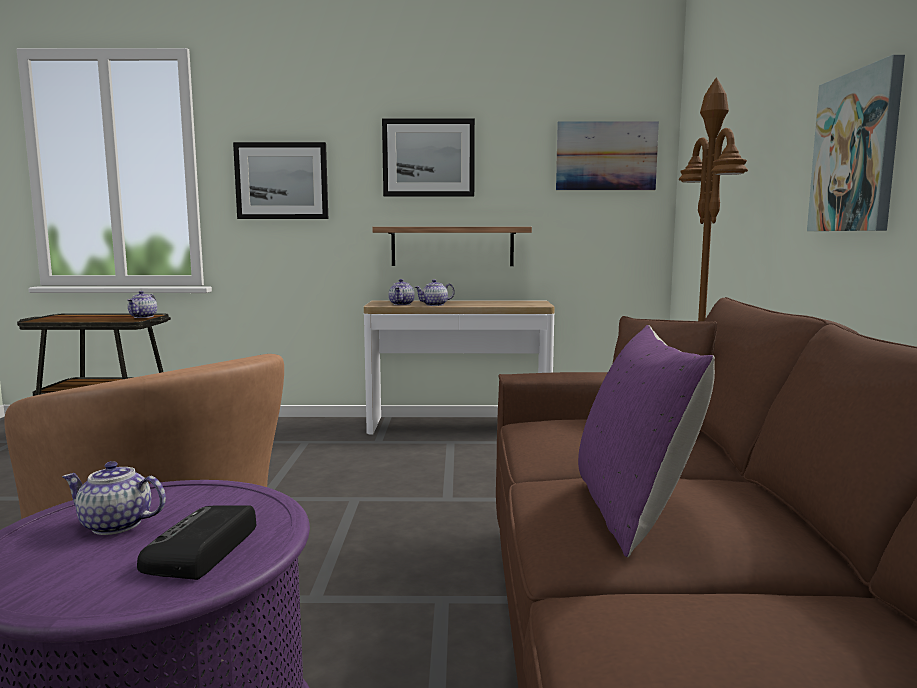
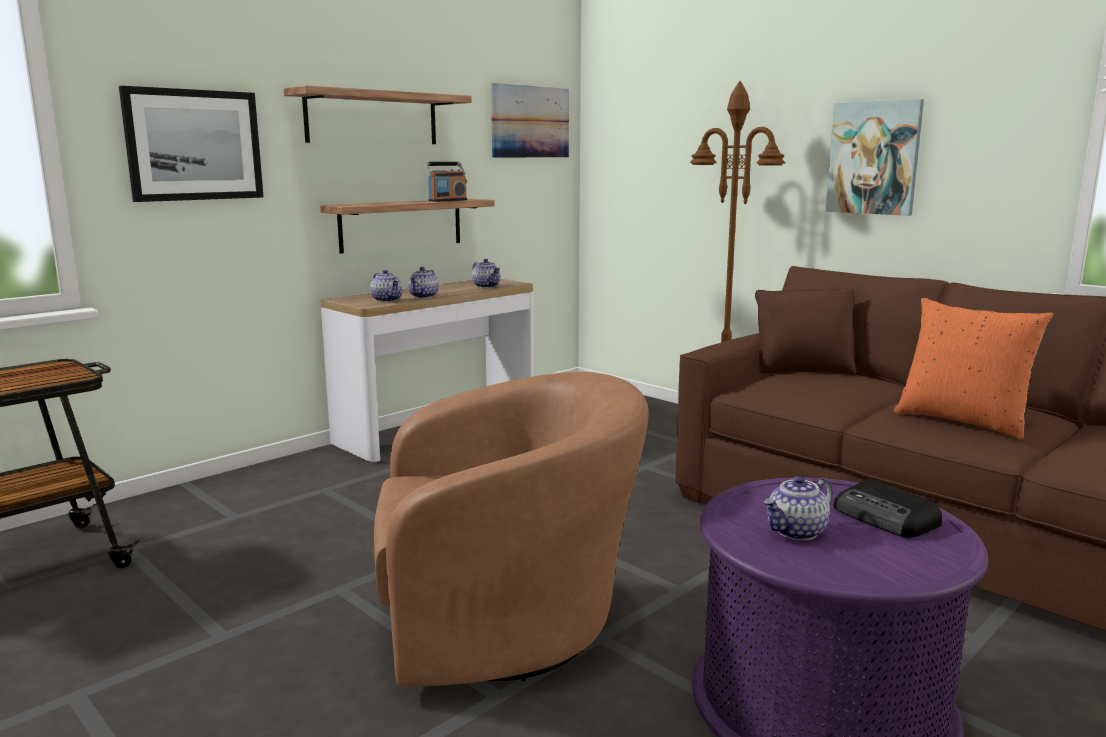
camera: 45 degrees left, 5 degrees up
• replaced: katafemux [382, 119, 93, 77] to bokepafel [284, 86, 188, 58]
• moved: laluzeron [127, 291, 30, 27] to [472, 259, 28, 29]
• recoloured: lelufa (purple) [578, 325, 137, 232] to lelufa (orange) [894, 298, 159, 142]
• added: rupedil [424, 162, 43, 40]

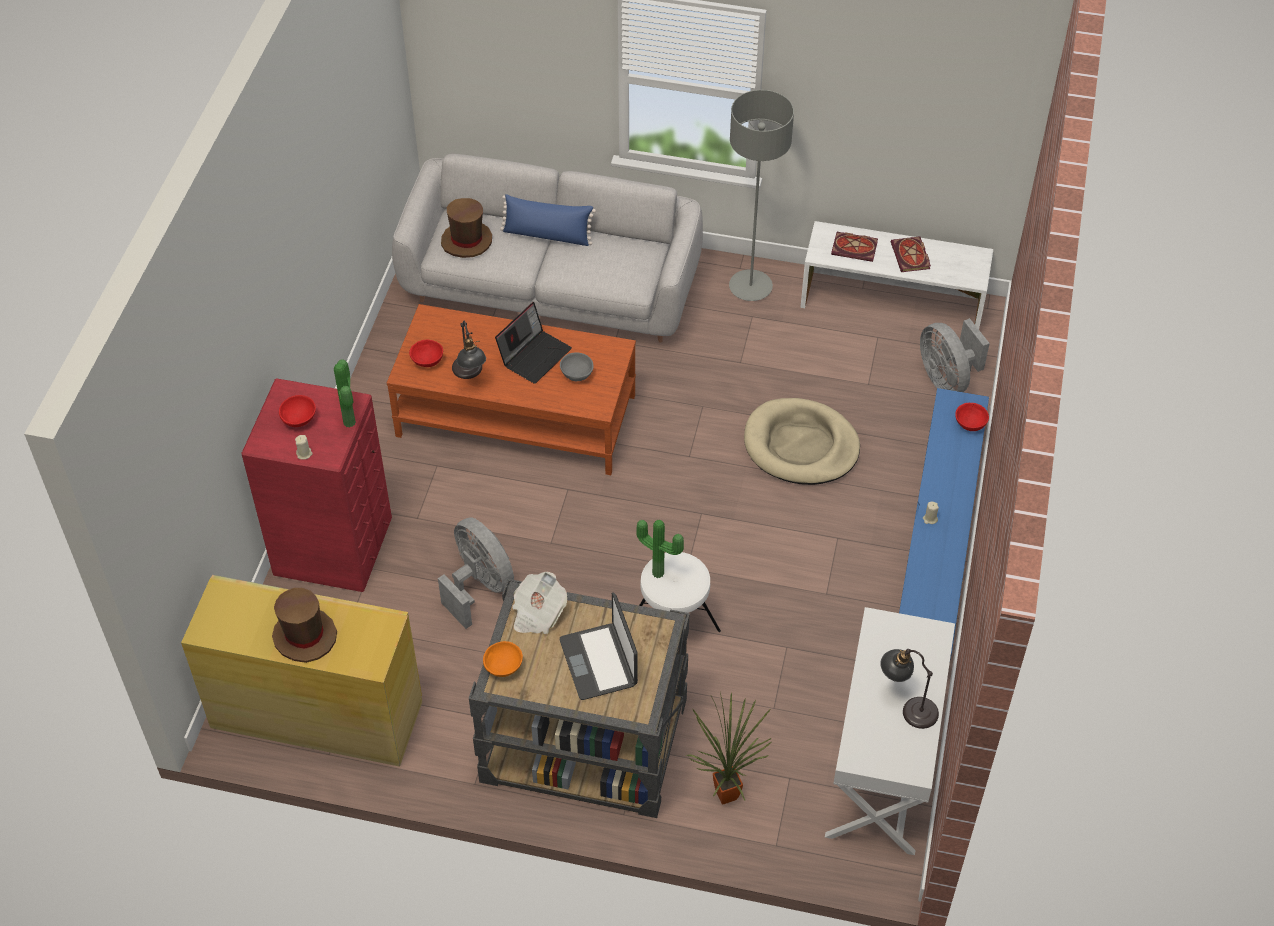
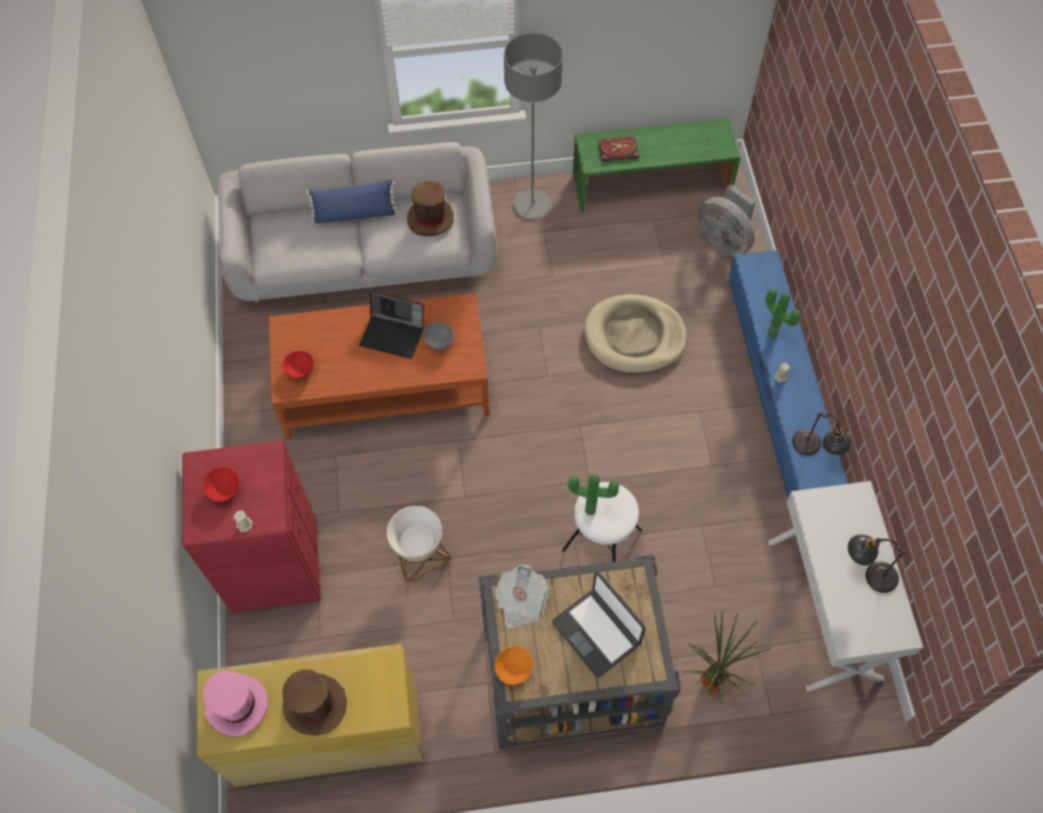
camera: 20 degrees left, 10 degrees up
• moved: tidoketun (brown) [441, 198, 51, 60] to [407, 181, 47, 55]
• recoloured: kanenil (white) [800, 221, 193, 108] to kanenil (green) [573, 118, 168, 94]
• removed: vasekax [891, 236, 40, 36]
• turned: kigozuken [495, 302, 77, 82] = [359, 291, 65, 68] 90 degrees clockwise
• moved: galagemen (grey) [452, 321, 34, 58] to [792, 412, 59, 43]
• moved: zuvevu [334, 360, 22, 68] to [766, 288, 35, 51]
• removed: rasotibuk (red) [955, 403, 34, 28]
• replaced: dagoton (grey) [438, 517, 76, 112] to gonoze [387, 506, 64, 76]
• added: tidoketun (pink) [203, 671, 65, 66]

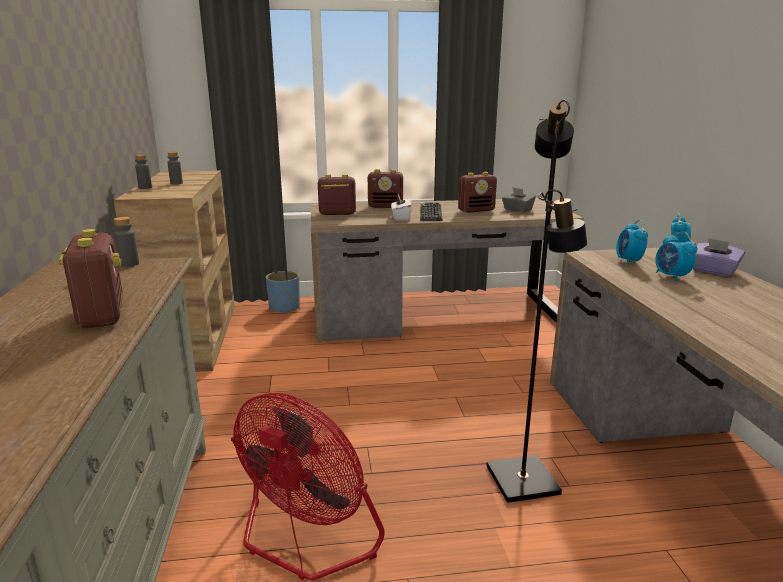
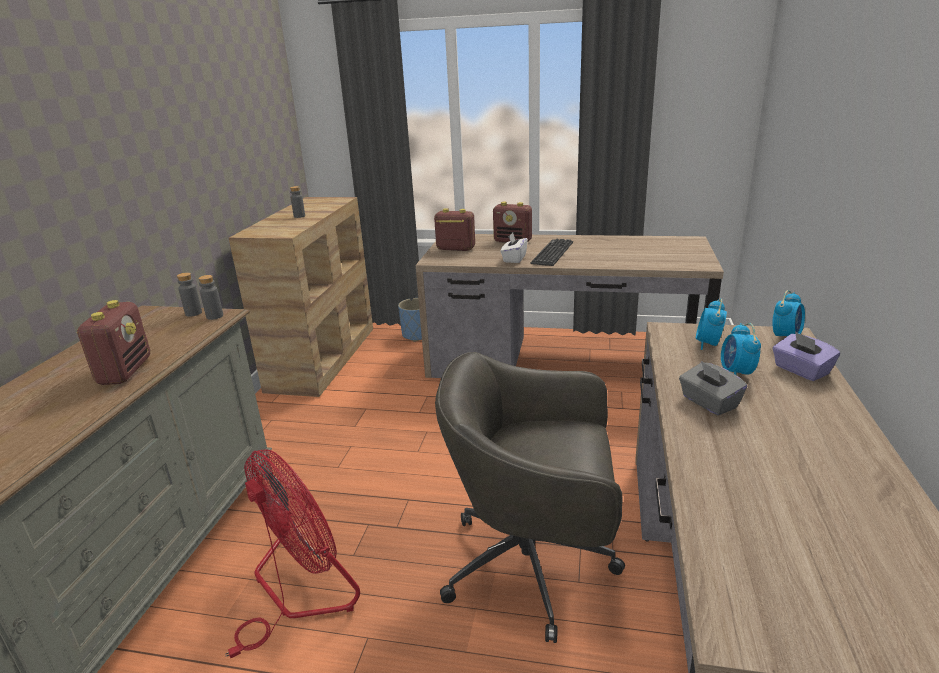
camera: 20 degrees right, 5 degrees up
• replaced: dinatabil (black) [486, 100, 101, 403] to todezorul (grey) [435, 352, 190, 291]
• moved: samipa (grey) [135, 155, 17, 34] to [198, 275, 25, 45]
• removed: rupedil [458, 172, 39, 41]
• moved: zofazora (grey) [502, 187, 34, 25] to [679, 361, 68, 54]

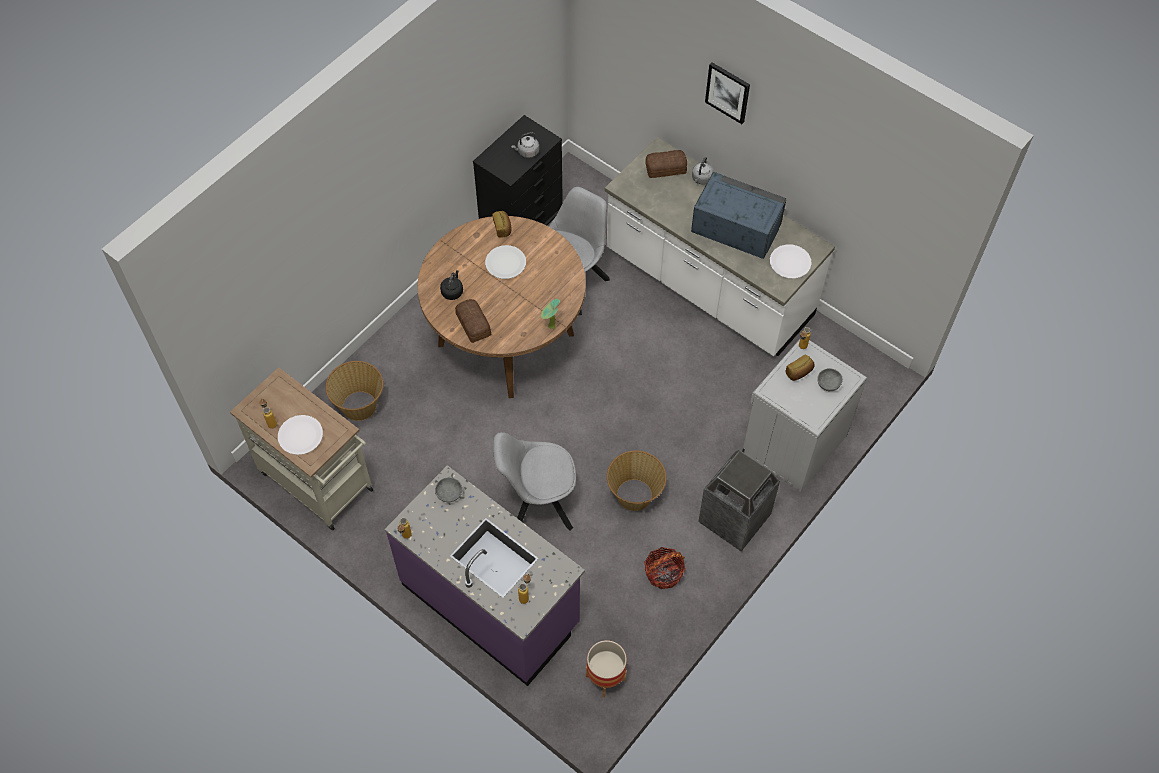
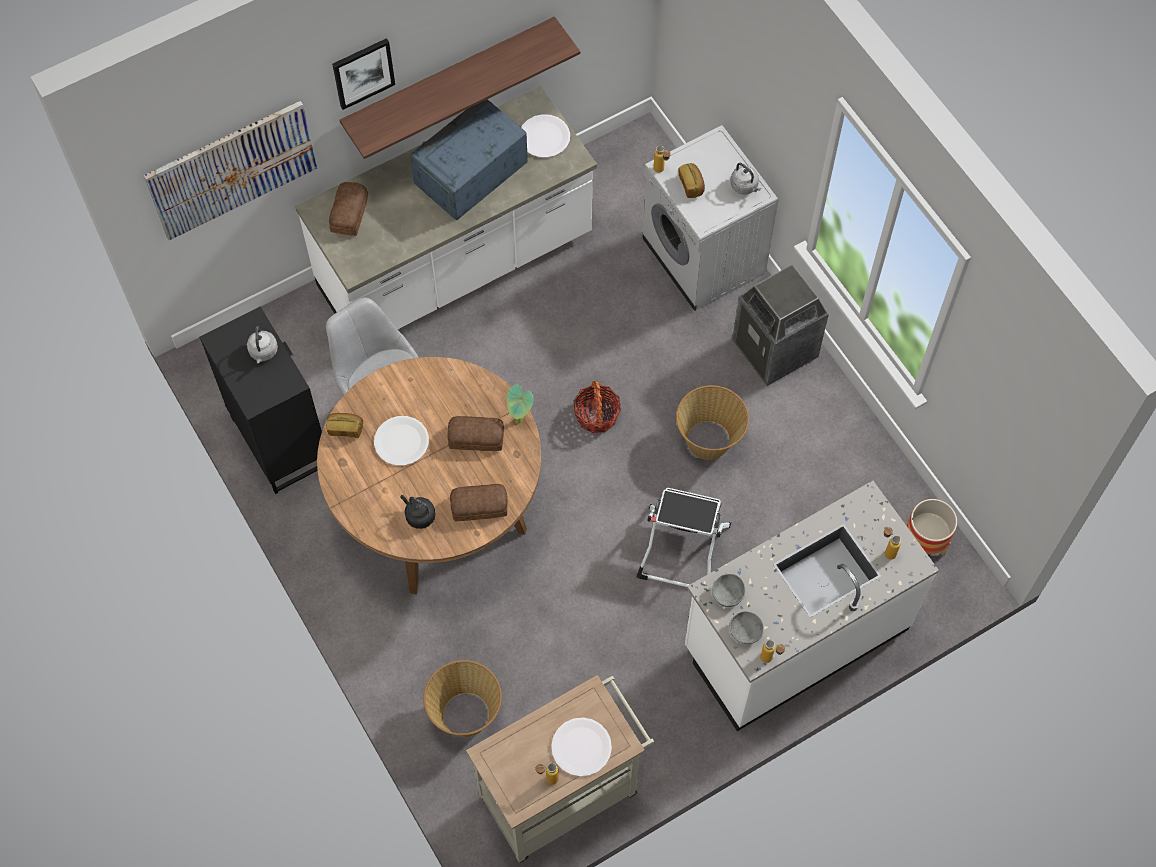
camera: 70 degrees left, 5 degrees up
• moved: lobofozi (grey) [692, 157, 22, 27] to [730, 163, 31, 32]
• moved: rasotibuk (grey) [817, 368, 26, 23] to [729, 611, 35, 33]
• replaced: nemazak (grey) [493, 432, 83, 98] to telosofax [636, 488, 95, 99]
• recoloured: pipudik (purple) [385, 465, 200, 221] to pipudik (white) [685, 481, 254, 250]
• moved: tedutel [644, 547, 41, 42] to [573, 381, 48, 52]
• added: bokepafel [340, 17, 240, 142]
• added: katafemux [144, 101, 173, 139]
• added: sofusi [447, 416, 57, 35]

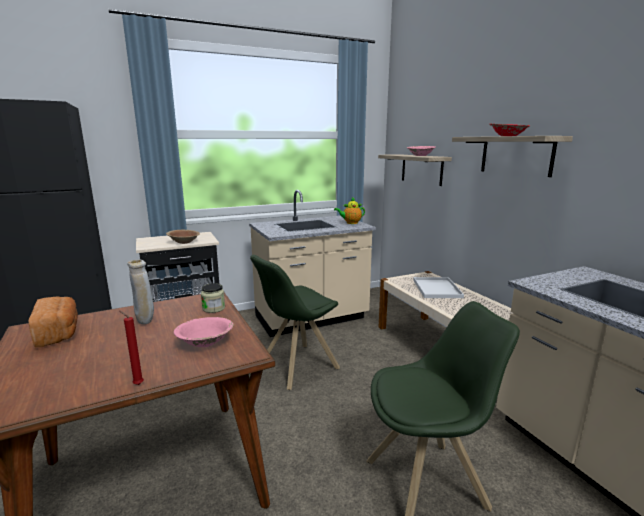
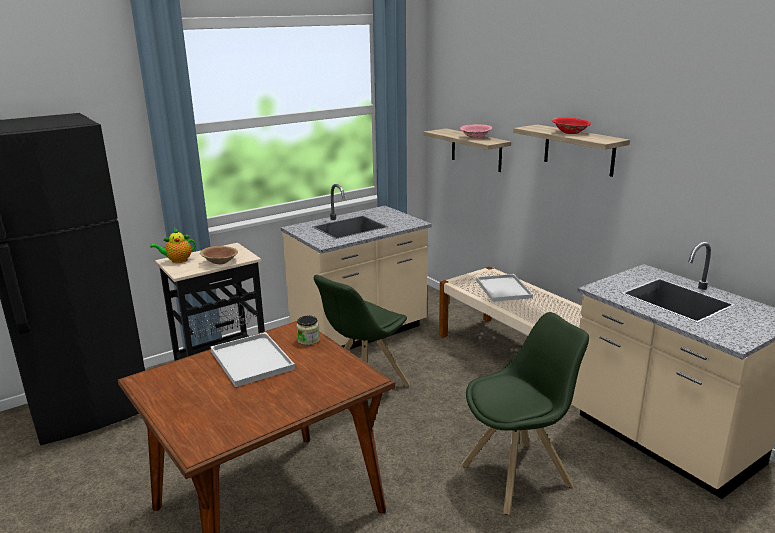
camera: 10 degrees left, 5 degrees up
• moved: laluzeron [334, 197, 31, 27] to [150, 228, 46, 35]
• replaced: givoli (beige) [127, 259, 27, 65] to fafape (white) [211, 332, 84, 55]
• removed: sofusi [28, 296, 50, 51]
• removed: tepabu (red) [119, 310, 25, 75]
• removed: rasotibuk (pink) [174, 317, 60, 30]

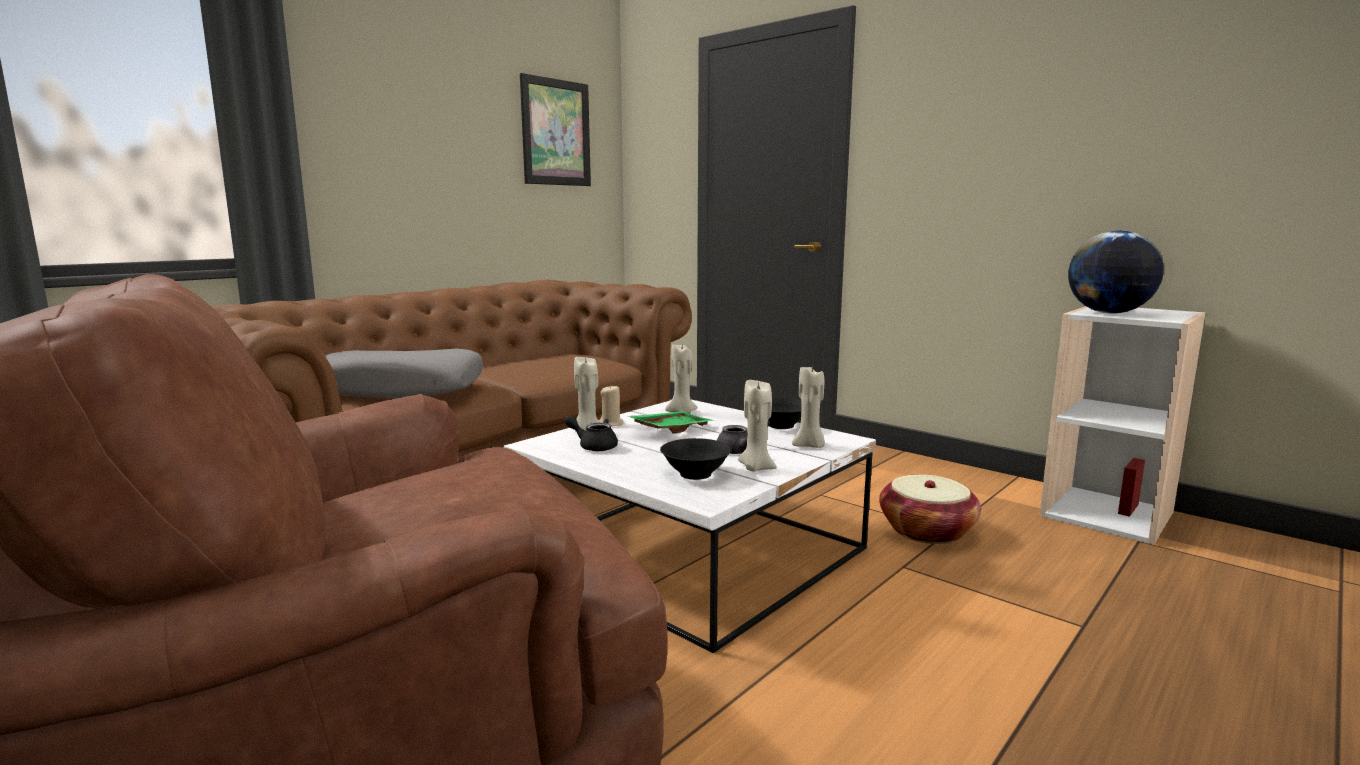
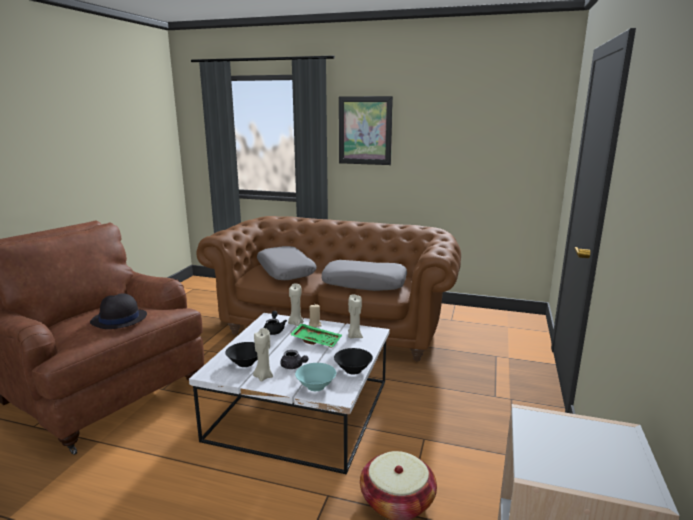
camera: 65 degrees right, 5 degrees up
• moved: katafemux [520, 73, 71, 113] to [339, 96, 54, 69]
• removed: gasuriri [1068, 230, 96, 84]
• replaced: tepabu (beige) [792, 365, 33, 83] to rasotibuk (turquoise) [295, 363, 41, 28]
• added: lelufa (grey) [322, 260, 85, 31]
• added: tidoketun (black) [90, 293, 57, 36]

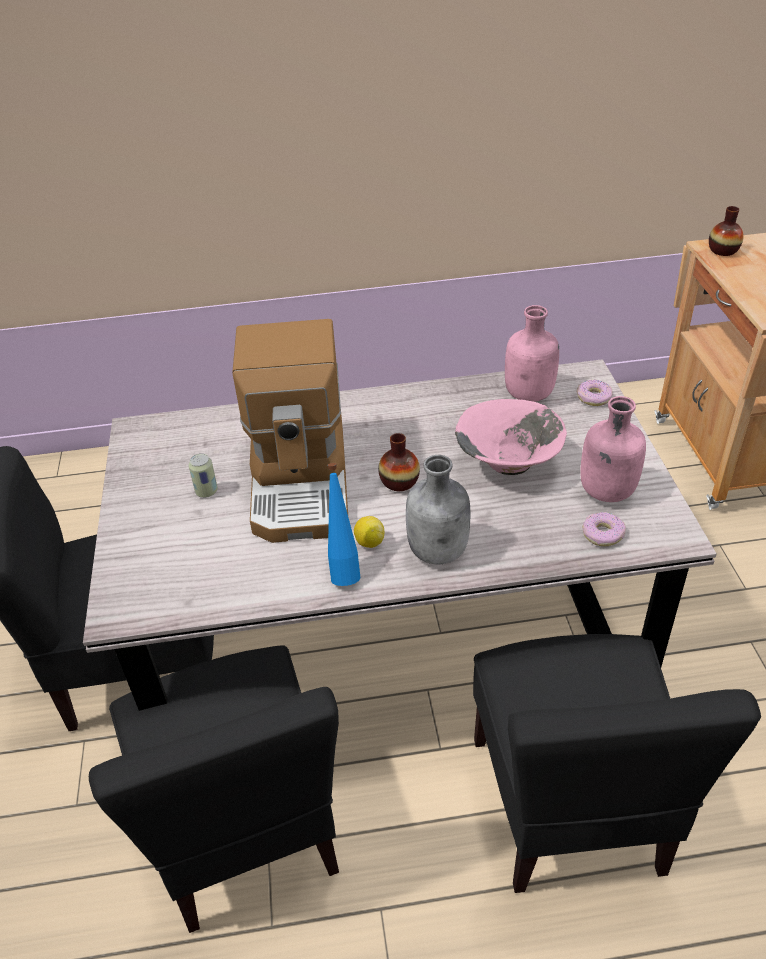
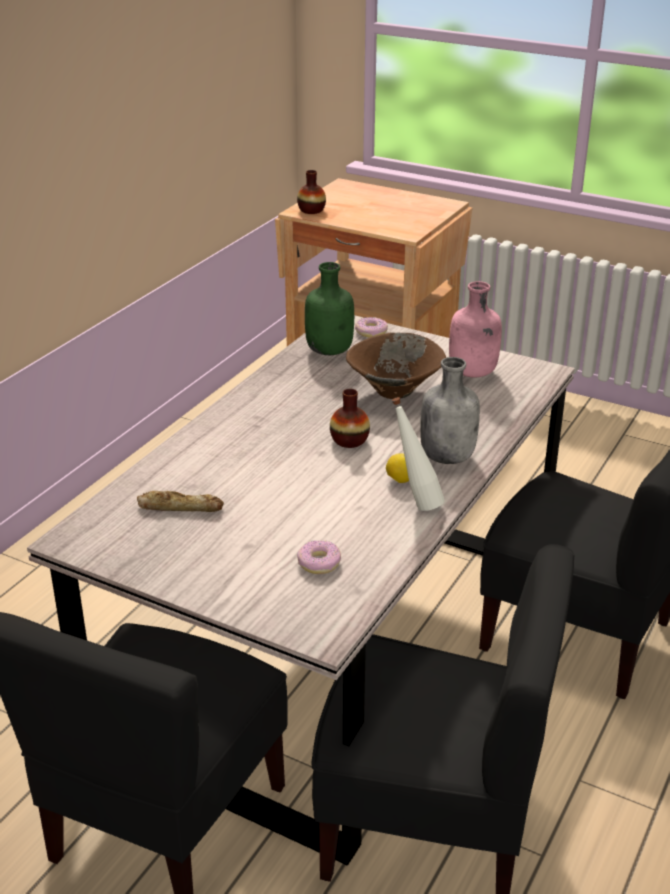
camera: 55 degrees left, 10 degrees down
• recoloured: samipa (pink) [505, 305, 54, 97] to samipa (green) [305, 262, 49, 93]
• removed: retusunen [232, 319, 116, 224]
• recoloured: rasotibuk (pink) [455, 399, 112, 76] to rasotibuk (brown) [346, 333, 100, 66]
• removed: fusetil [189, 453, 29, 45]
• recoloured: samipa (blue) [327, 463, 33, 123] to samipa (white) [392, 397, 53, 114]
• moved: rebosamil [582, 512, 44, 34] to [297, 540, 44, 34]
• added: sofusi [137, 491, 87, 21]

